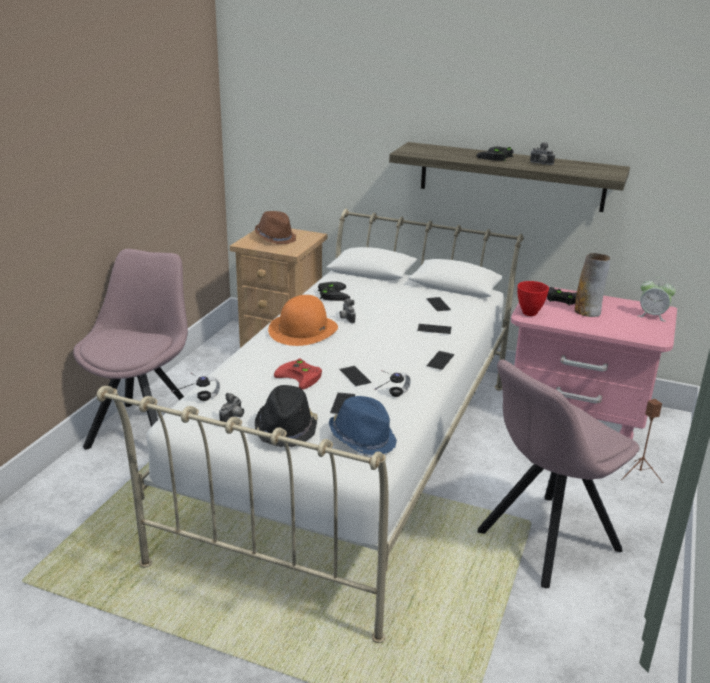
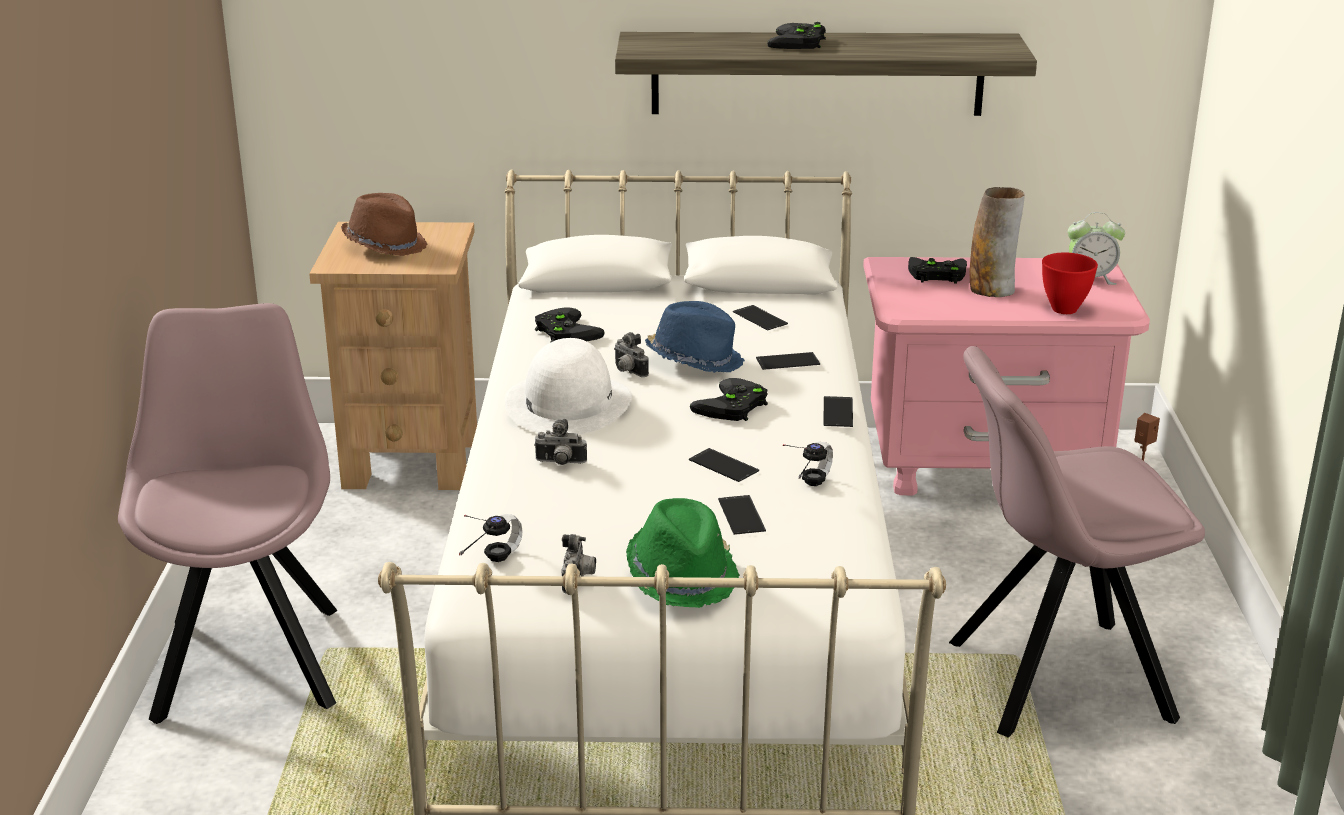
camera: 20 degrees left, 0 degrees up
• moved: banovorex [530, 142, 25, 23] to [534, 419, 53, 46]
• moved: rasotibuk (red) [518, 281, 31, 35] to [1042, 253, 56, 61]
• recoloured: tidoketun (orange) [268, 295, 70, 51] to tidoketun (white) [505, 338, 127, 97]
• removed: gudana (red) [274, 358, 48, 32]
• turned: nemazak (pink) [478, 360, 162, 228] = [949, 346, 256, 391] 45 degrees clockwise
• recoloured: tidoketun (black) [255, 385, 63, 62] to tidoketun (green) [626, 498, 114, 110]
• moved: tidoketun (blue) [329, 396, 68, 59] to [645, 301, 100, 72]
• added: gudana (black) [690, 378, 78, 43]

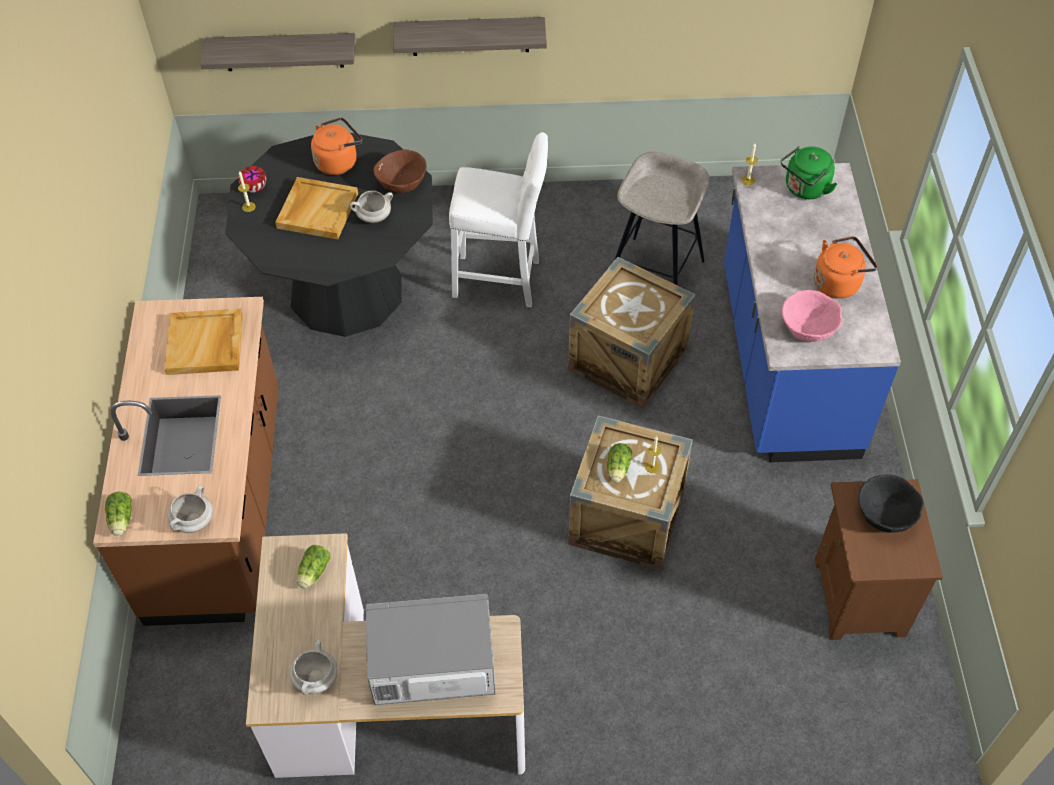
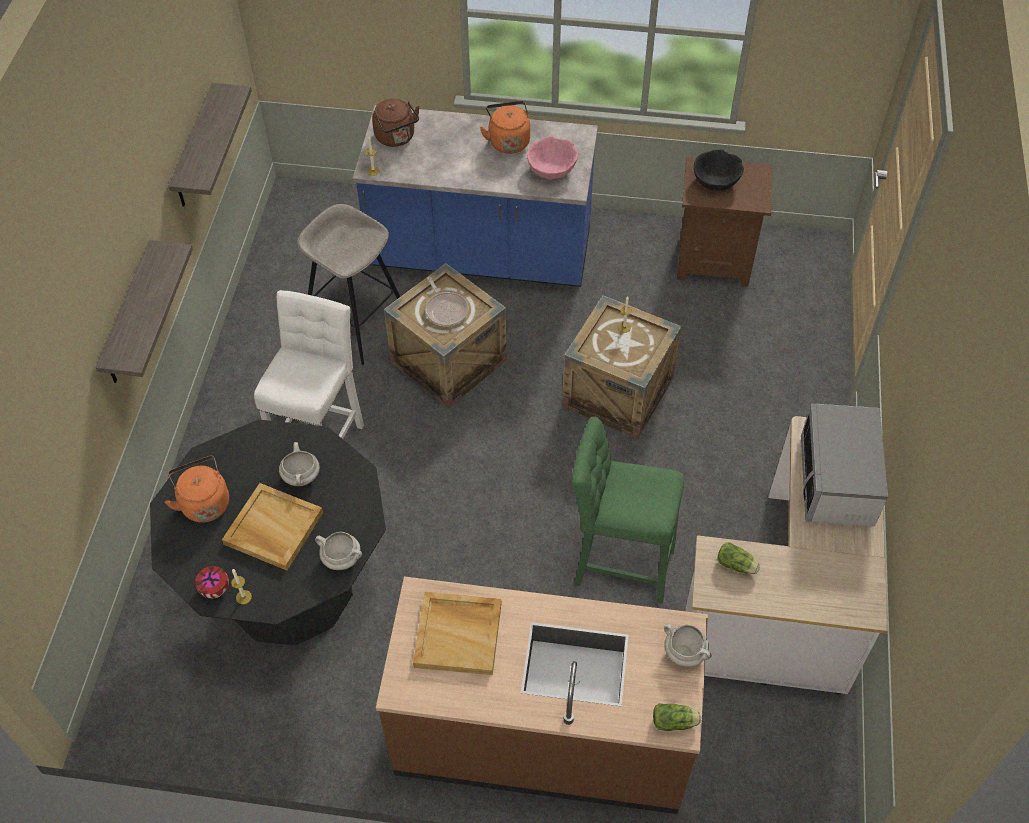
camera: 80 degrees left, 0 degrees up
• moved: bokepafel [200, 33, 155, 38] to [168, 83, 84, 124]
• recoloured: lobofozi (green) [781, 146, 56, 53] to lobofozi (brown) [372, 99, 48, 48]
• removed: rasotibuk (brown) [373, 150, 54, 43]
• removed: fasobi [608, 443, 24, 40]
• moved: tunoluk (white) [290, 640, 48, 55] to [315, 532, 47, 38]
• added: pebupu [425, 277, 44, 50]
• added: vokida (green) [571, 417, 113, 186]

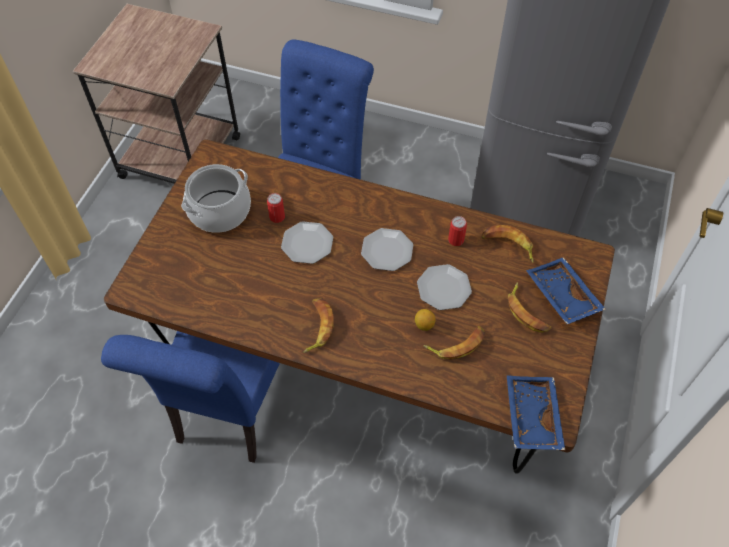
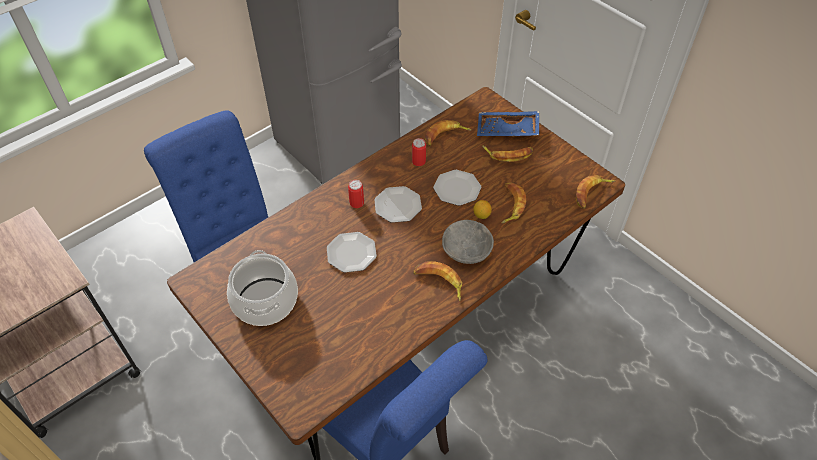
camera: 60 degrees left, 5 degrees down
• moved: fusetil [267, 193, 18, 30] to [348, 180, 16, 28]
• replaced: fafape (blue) [507, 375, 58, 75] to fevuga [576, 175, 39, 34]
• added: rasotibuk (grey) [442, 220, 52, 44]

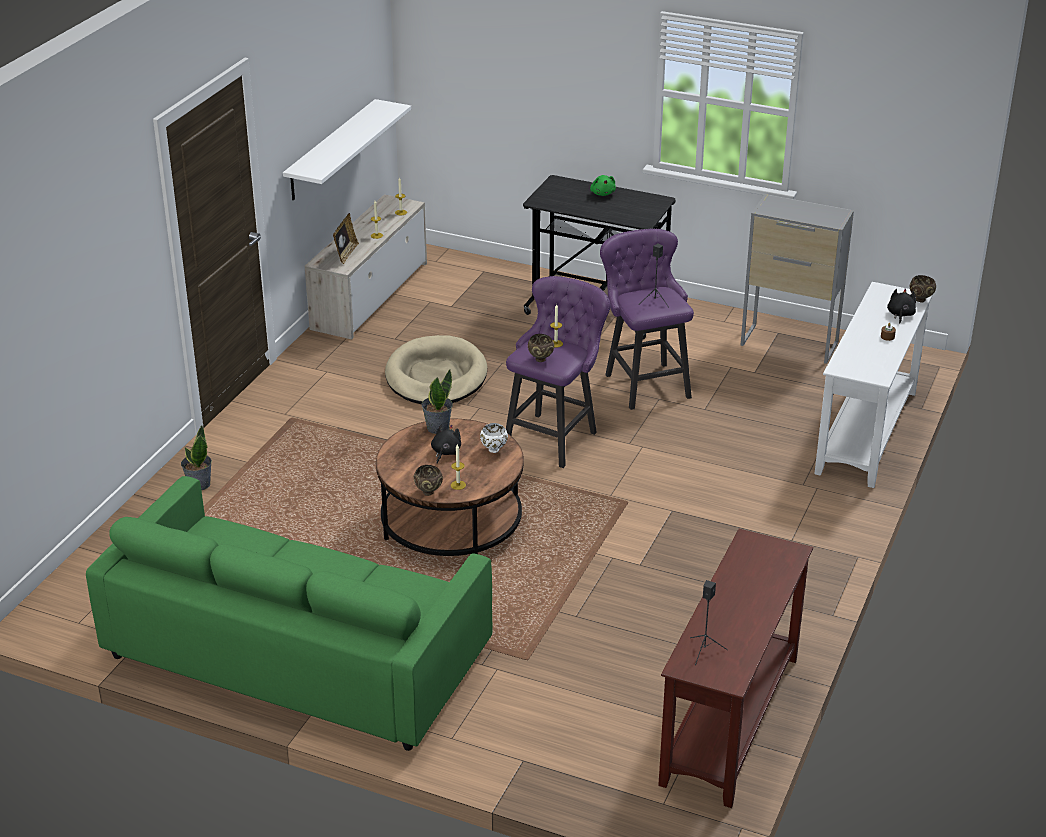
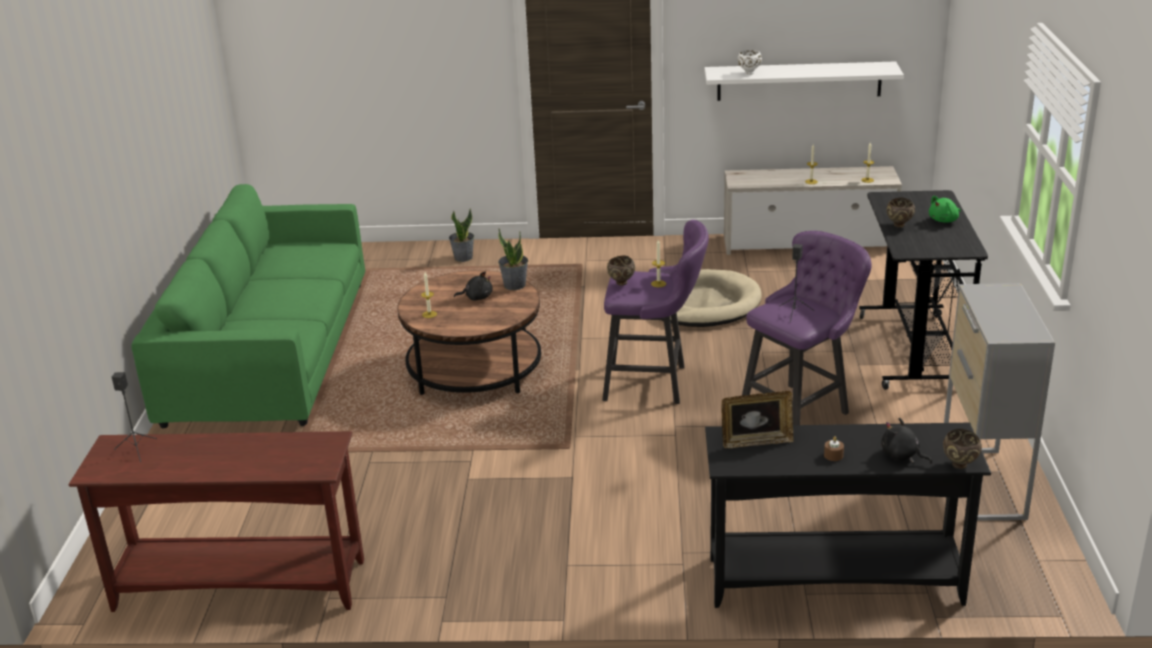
camera: 70 degrees right, 5 degrees down
• moved: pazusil [333, 213, 26, 51] to [721, 391, 73, 57]
• recoloured: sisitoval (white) [814, 282, 119, 206] to sisitoval (black) [705, 423, 286, 185]
• turned: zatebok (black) [887, 288, 29, 36] = [881, 418, 51, 46] 135 degrees counterclockwise
• moved: rasotibuk (white) [480, 423, 28, 30] to [738, 50, 24, 25]
• moved: rasotibuk (brown) [414, 465, 29, 31] to [886, 198, 29, 30]

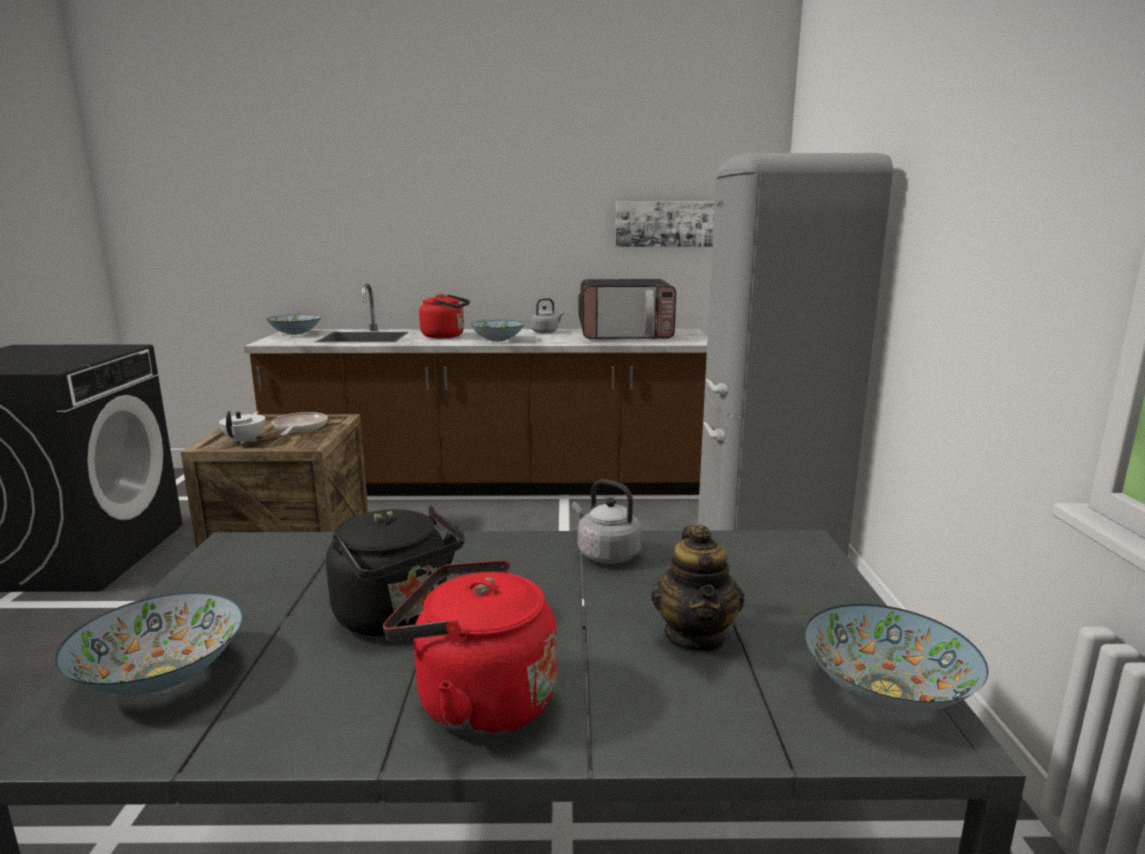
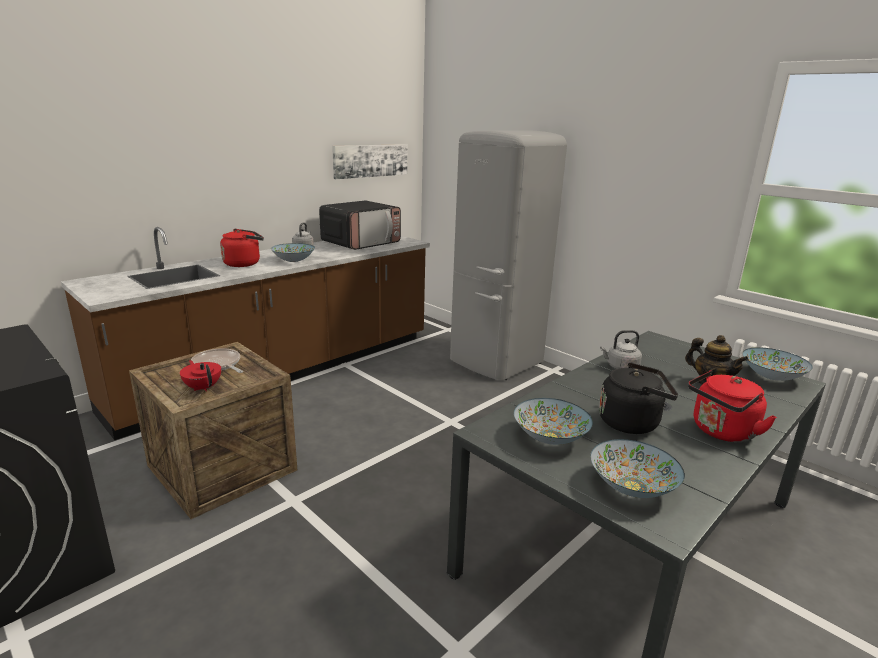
camera: 45 degrees left, 5 degrees up
• moved: rasotibuk [266, 314, 56, 21] to [514, 398, 79, 47]
• recoloured: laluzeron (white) [219, 411, 47, 33] to laluzeron (red) [180, 360, 41, 32]

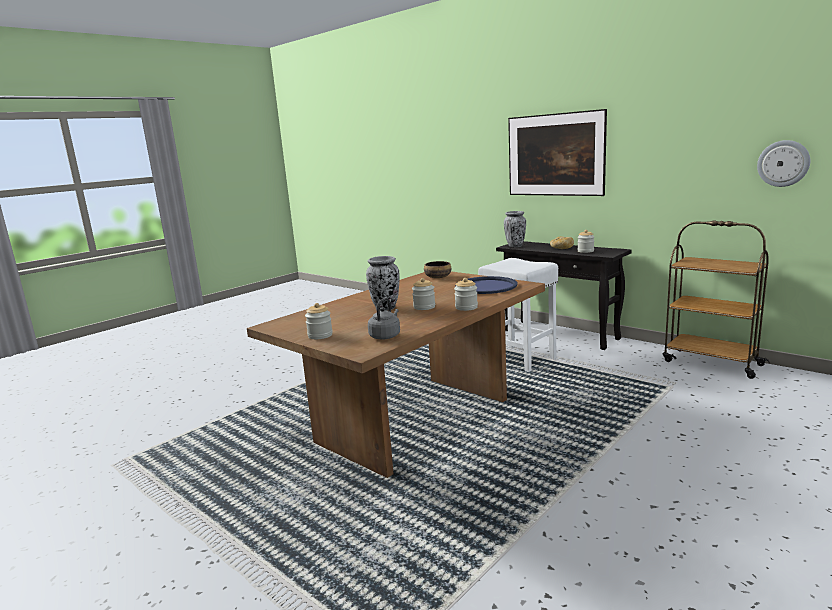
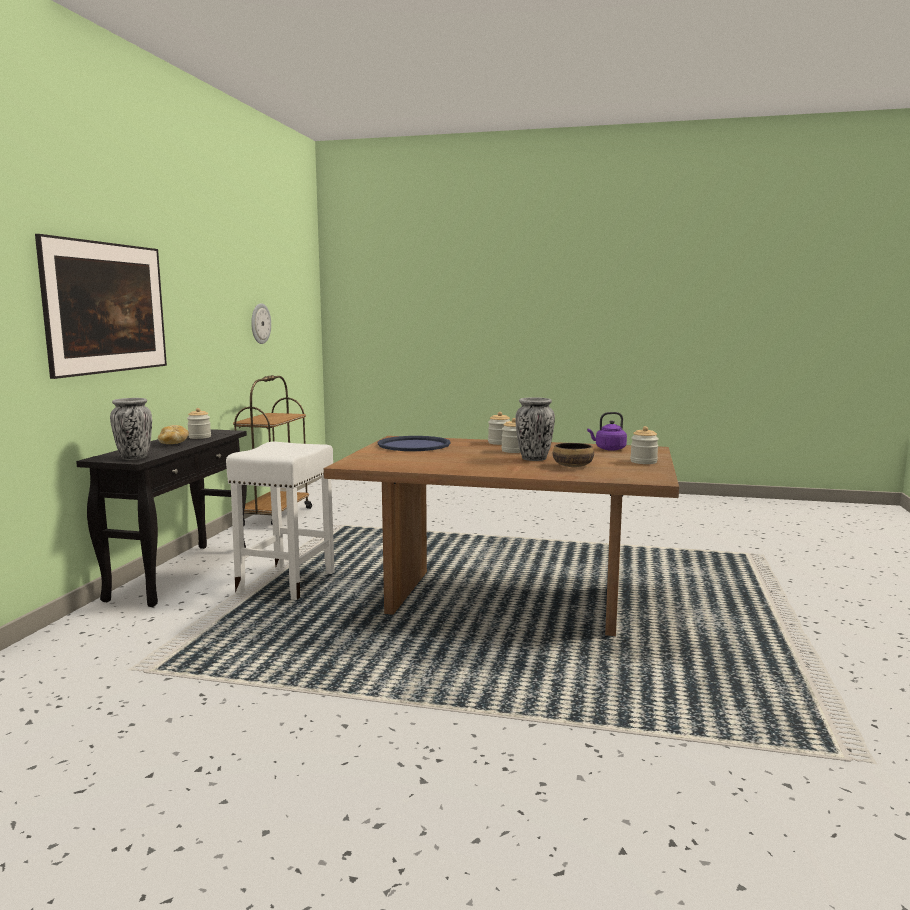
camera: 120 degrees left, 5 degrees down
• moved: rasotibuk [424, 261, 28, 17] to [553, 443, 41, 24]
• recoloured: lobofozi (grey) [368, 298, 32, 41] to lobofozi (purple) [587, 412, 40, 39]

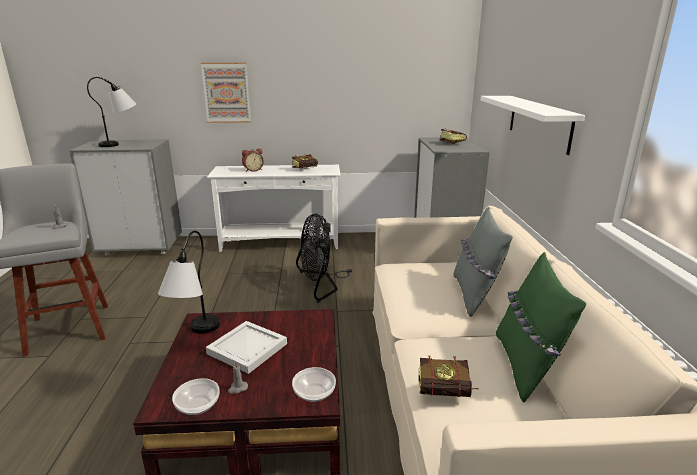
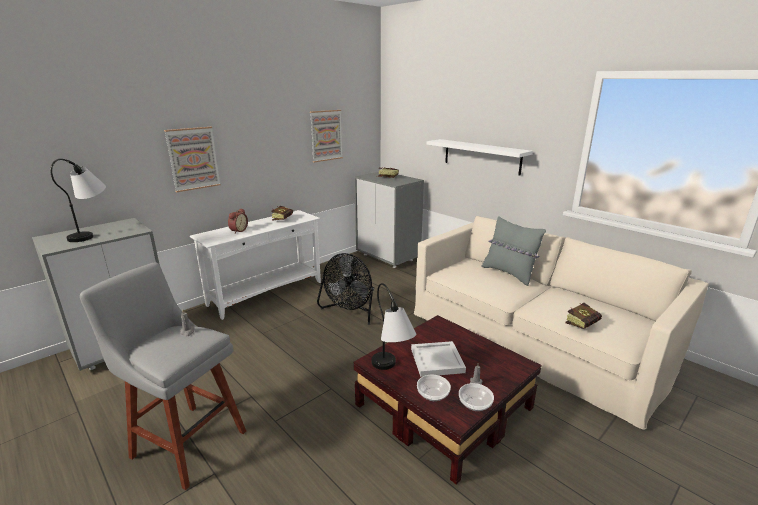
camera: 40 degrees left, 0 degrees up
• removed: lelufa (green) [496, 252, 91, 150]
• moved: rasotibuk [292, 367, 44, 35] to [417, 375, 34, 26]
• added: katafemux [310, 110, 33, 52]

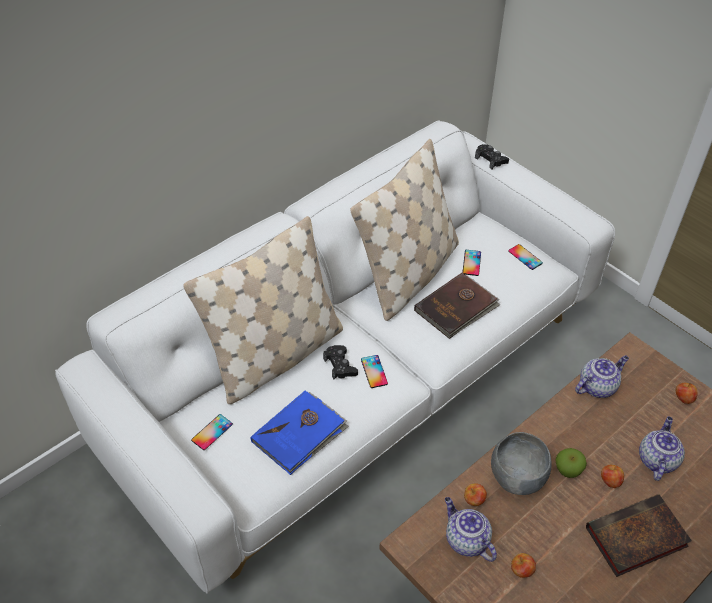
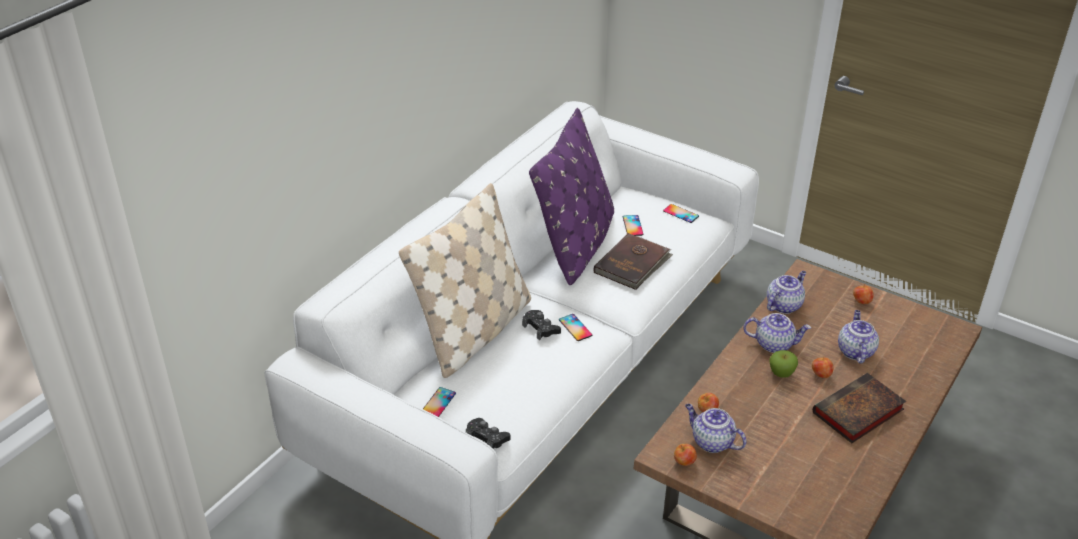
camera: 15 degrees left, 10 degrees down
• recoloured: lelufa (beige) [350, 139, 109, 182] to lelufa (purple) [529, 108, 85, 177]
• moved: gudana (black) [475, 144, 34, 25] to [466, 418, 44, 31]
• removed: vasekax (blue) [251, 390, 98, 85]
• removed: rasotibuk (grey) [491, 432, 60, 63]
• moved: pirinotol [511, 553, 25, 25] to [674, 444, 23, 22]
• added: laluzeron [743, 313, 68, 40]

